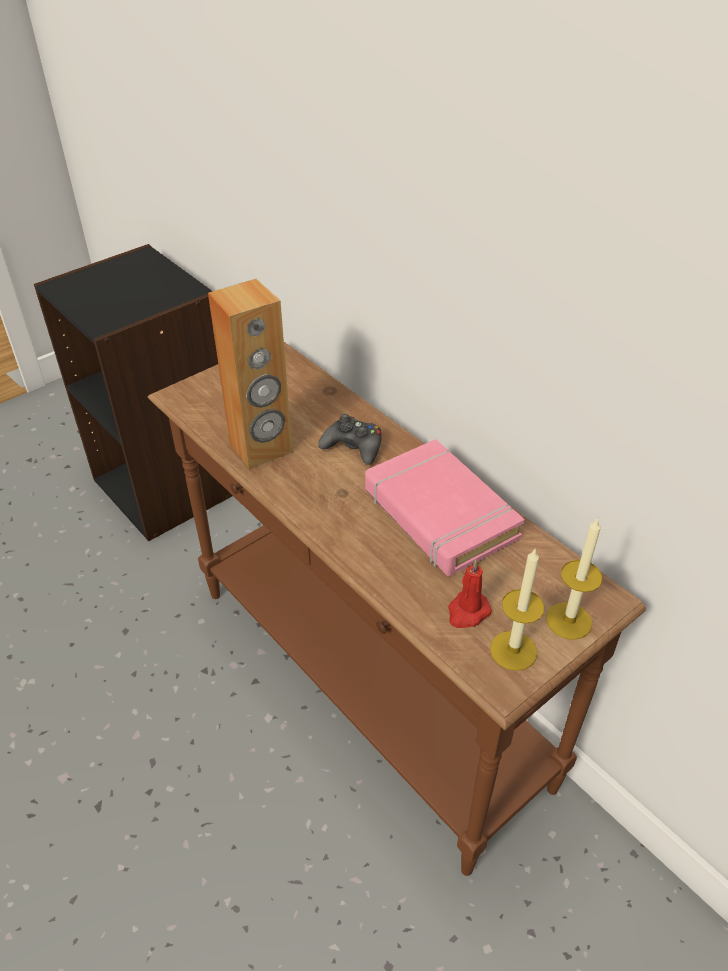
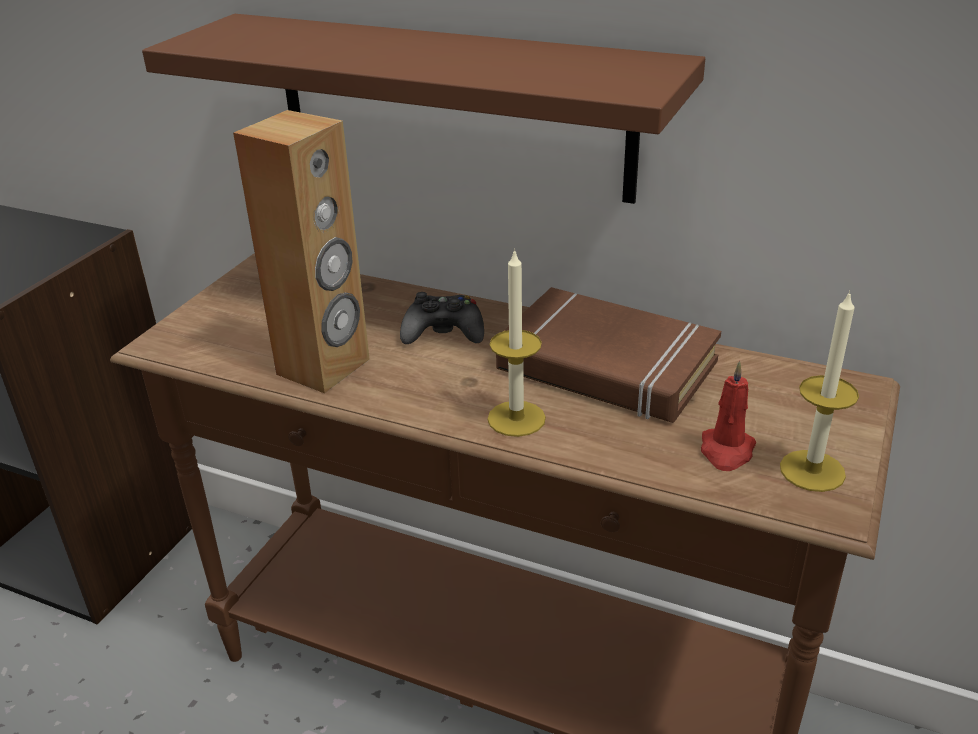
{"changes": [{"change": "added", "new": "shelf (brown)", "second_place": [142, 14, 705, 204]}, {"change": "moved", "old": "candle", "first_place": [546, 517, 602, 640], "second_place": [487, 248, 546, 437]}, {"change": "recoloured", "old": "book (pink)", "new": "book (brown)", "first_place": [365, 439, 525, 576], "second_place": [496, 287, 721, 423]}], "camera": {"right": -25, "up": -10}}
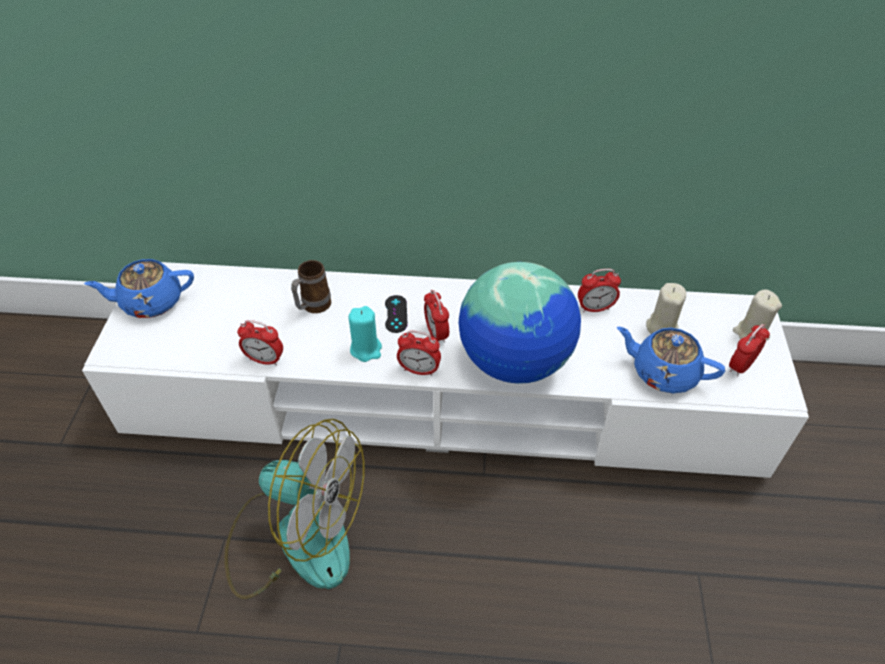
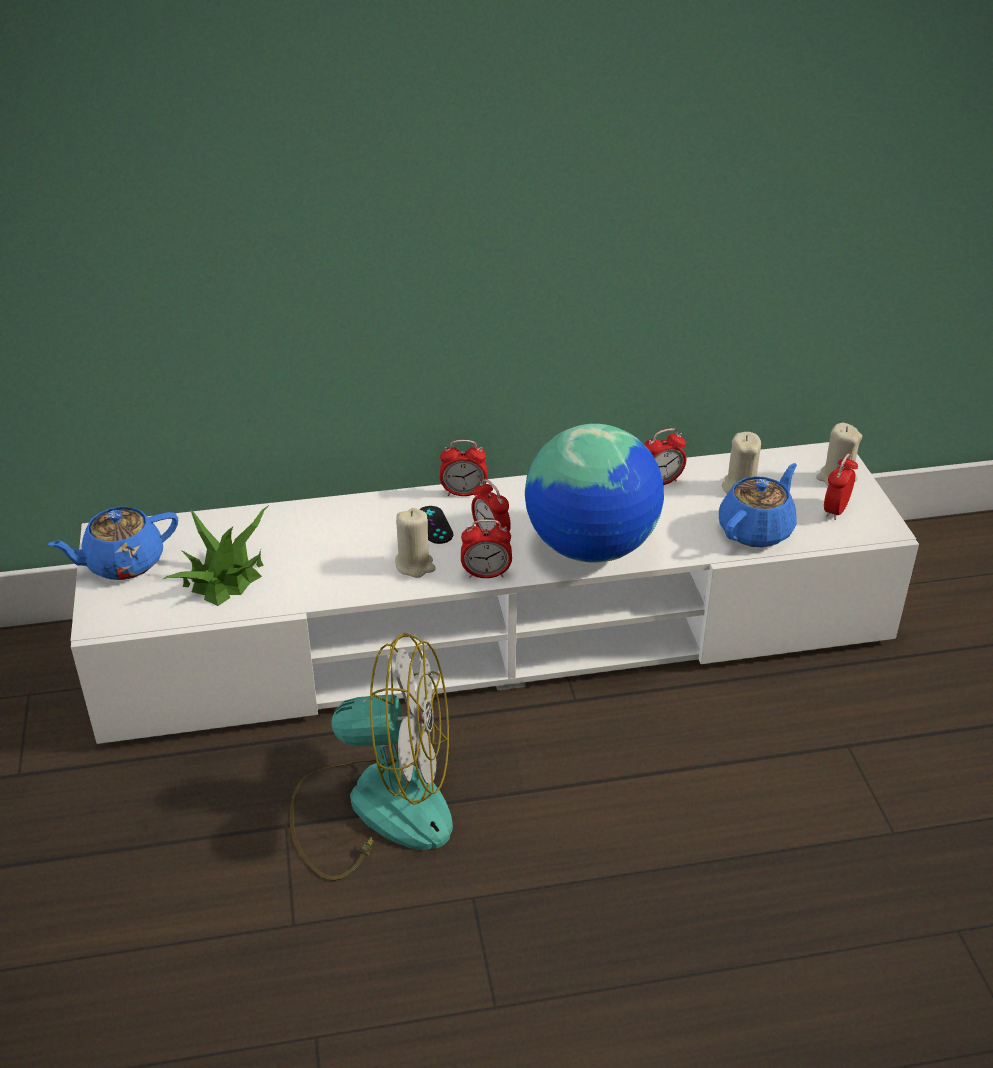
{"changes": [{"change": "added", "new": "potted plant", "second_place": [162, 505, 269, 606]}, {"change": "recoloured", "old": "candle (turquoise)", "new": "candle (beige)", "first_place": [349, 306, 382, 362], "second_place": [395, 508, 436, 578]}, {"change": "moved", "old": "alarm clock", "first_place": [237, 320, 283, 366], "second_place": [440, 440, 487, 496]}, {"change": "turned", "old": "teapot (blue)", "first_place": [617, 327, 725, 393], "second_place": [719, 463, 797, 547], "degrees": 120}, {"change": "removed", "old": "mug", "first_place": [291, 260, 331, 313]}], "camera": {"right": -15, "up": -10}}
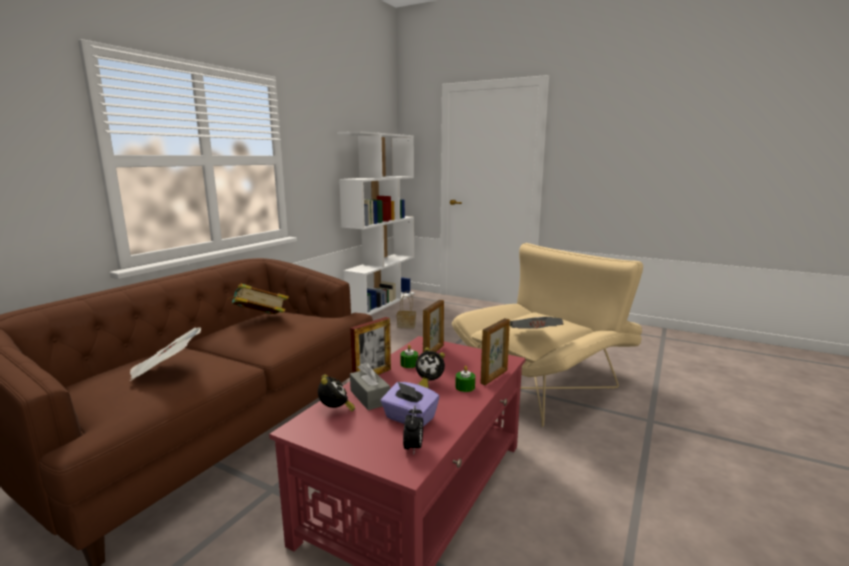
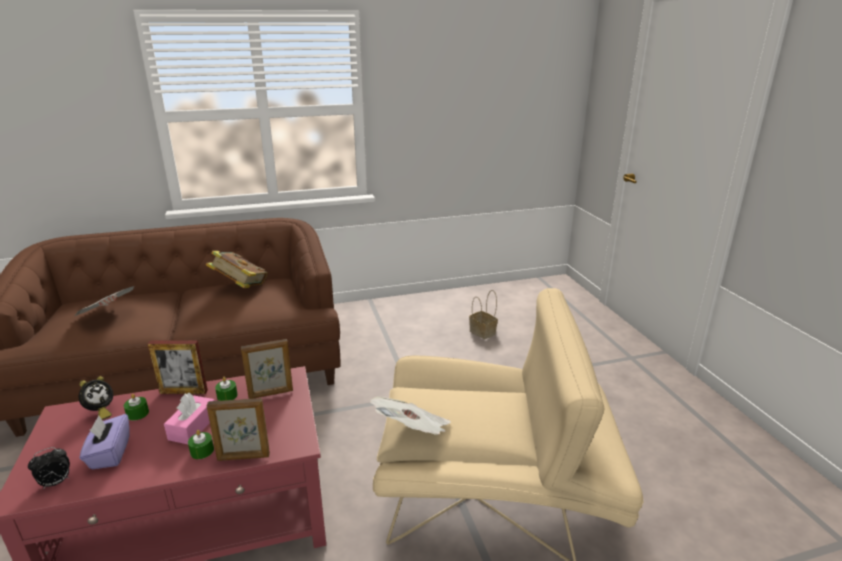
{"changes": [{"change": "replaced", "old": "tissue box (grey)", "new": "candle (green)", "first_place": [350, 362, 390, 410], "second_place": [124, 394, 149, 421]}, {"change": "replaced", "old": "alarm clock", "new": "tissue box (pink)", "first_place": [416, 347, 445, 389], "second_place": [164, 393, 214, 444]}, {"change": "removed", "old": "bookcase (white)", "first_place": [337, 131, 415, 315]}], "camera": {"right": 45, "up": 10}}
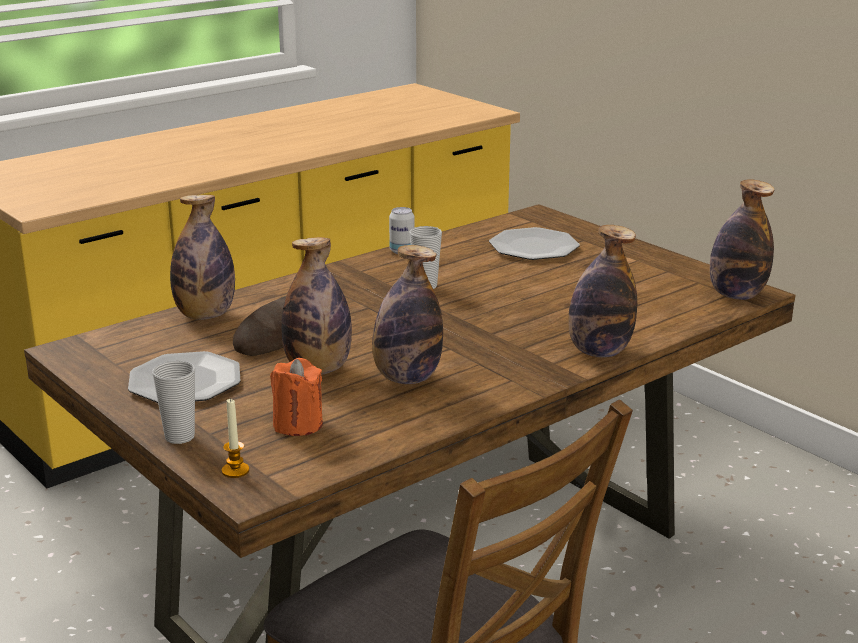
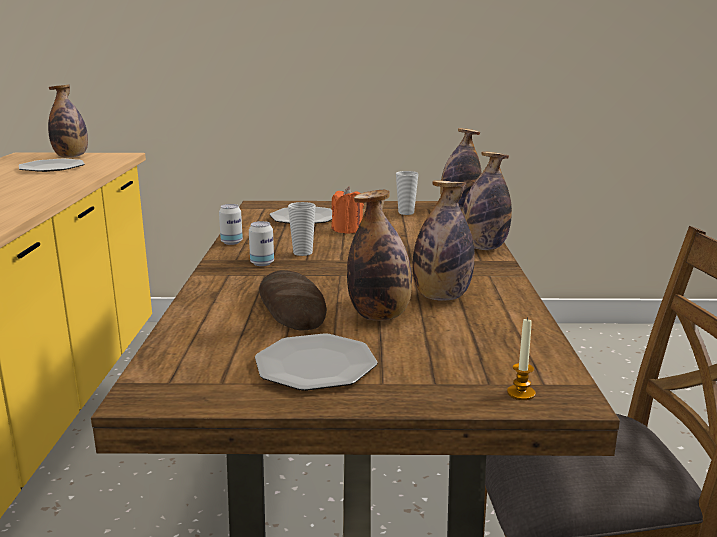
{"changes": [{"change": "added", "new": "plate", "second_place": [19, 159, 85, 172]}, {"change": "moved", "old": "bottle", "first_place": [170, 195, 235, 320], "second_place": [48, 84, 88, 157]}, {"change": "added", "new": "can", "second_place": [249, 221, 274, 266]}, {"change": "moved", "old": "candle (orange)", "first_place": [270, 358, 323, 436], "second_place": [331, 187, 364, 234]}, {"change": "moved", "old": "cup", "first_place": [152, 361, 195, 444], "second_place": [396, 171, 419, 215]}], "camera": {"right": -50, "up": -5}}
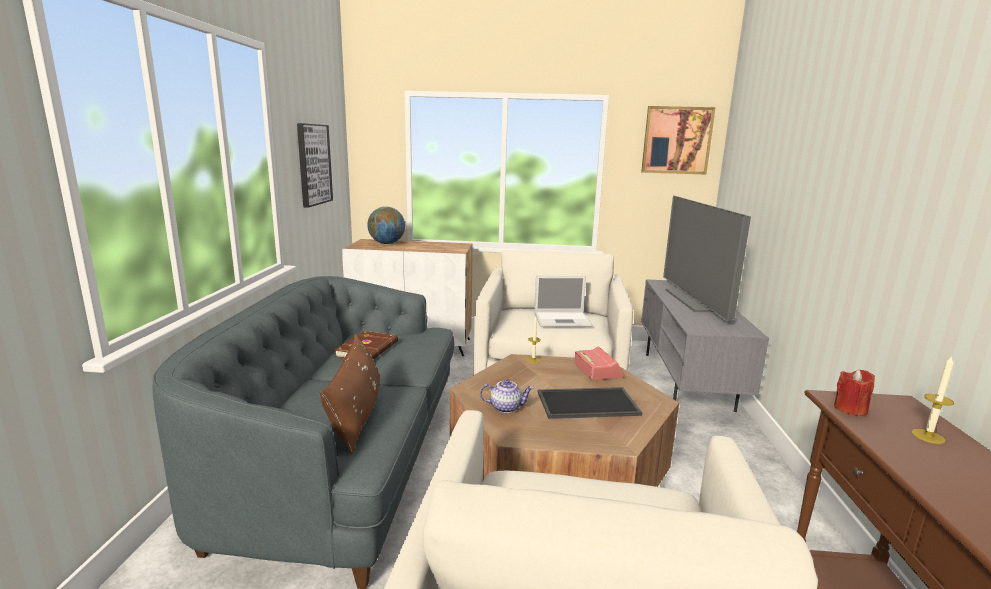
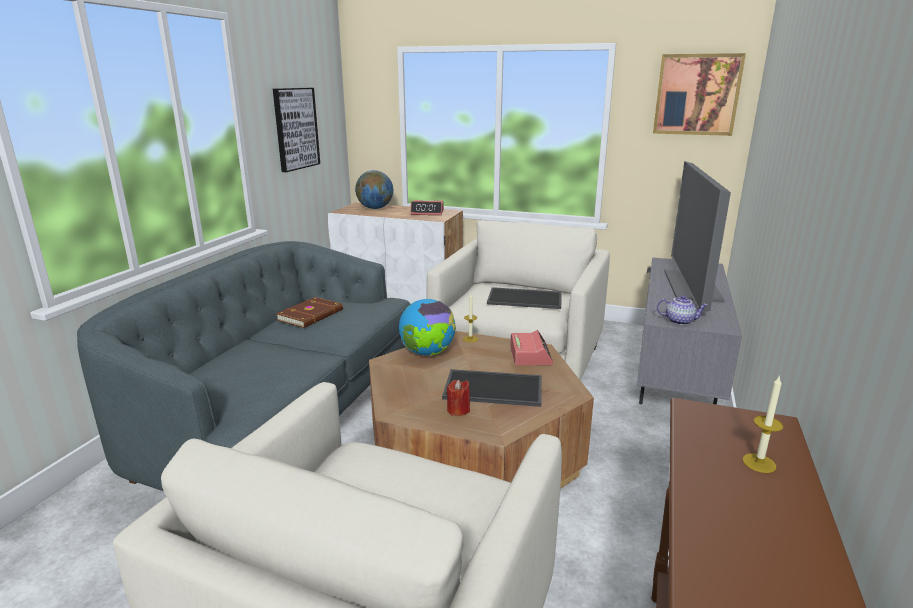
{"changes": [{"change": "added", "new": "globe", "second_place": [399, 299, 456, 356]}, {"change": "added", "new": "alarm clock", "second_place": [410, 200, 444, 215]}, {"change": "moved", "old": "candle (red)", "first_place": [834, 369, 875, 416], "second_place": [447, 380, 470, 416]}, {"change": "replaced", "old": "laptop", "new": "tray", "first_place": [534, 275, 593, 327], "second_place": [487, 287, 562, 309]}, {"change": "moved", "old": "teapot", "first_place": [480, 379, 534, 413], "second_place": [657, 295, 708, 325]}, {"change": "removed", "old": "pillow (brown)", "first_place": [320, 334, 379, 455]}], "camera": {"right": 15, "up": 5}}
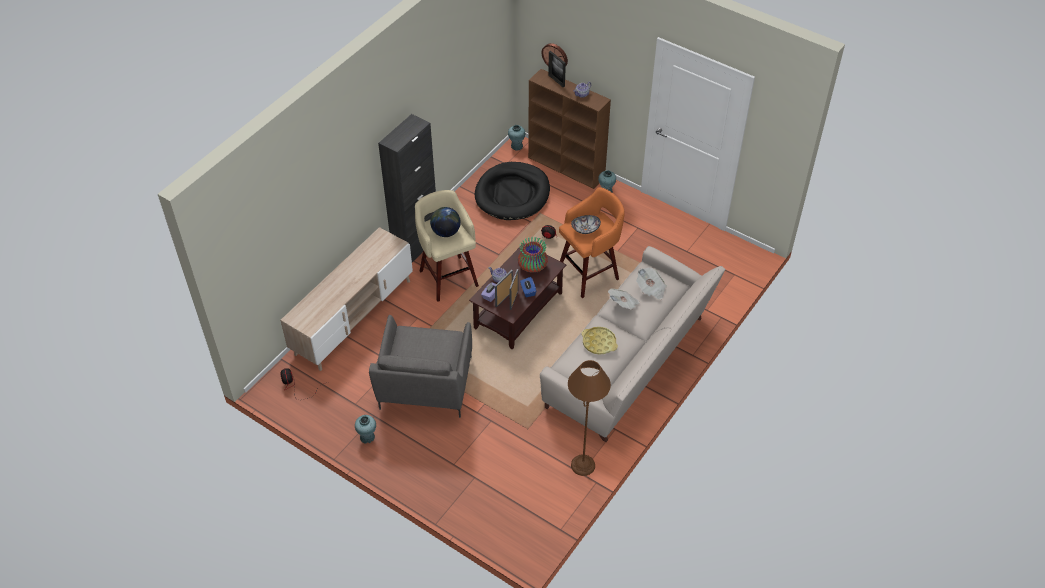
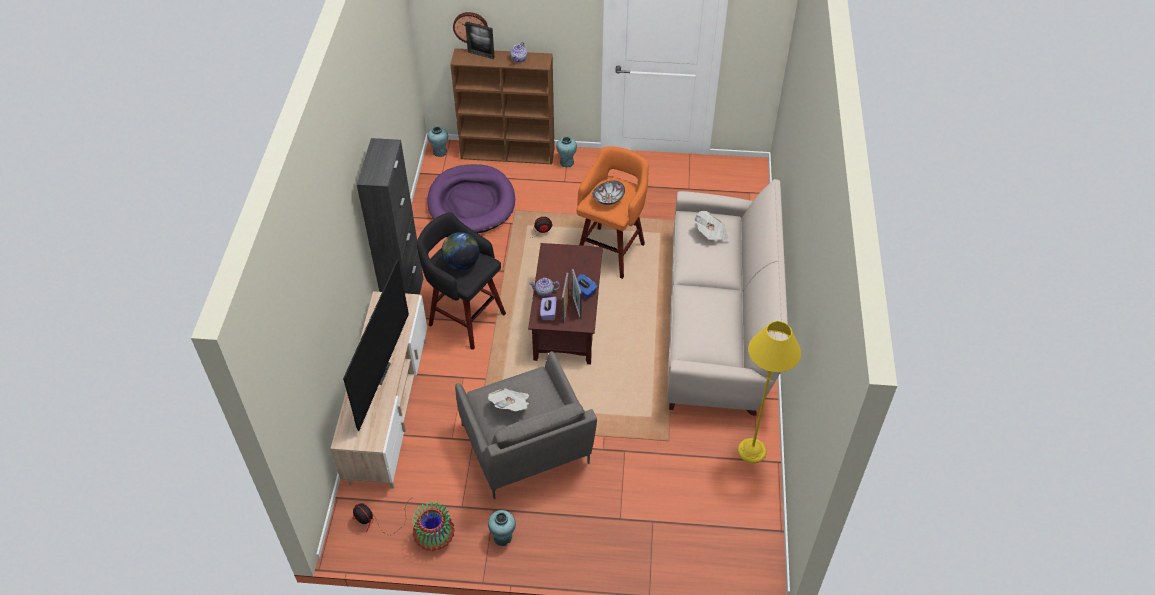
{"changes": [{"change": "added", "new": "television", "second_place": [343, 259, 409, 431]}, {"change": "moved", "old": "vase", "first_place": [517, 237, 548, 273], "second_place": [412, 502, 455, 551]}, {"change": "recoloured", "old": "stool (beige)", "new": "stool (black)", "first_place": [415, 190, 479, 302], "second_place": [417, 212, 506, 350]}, {"change": "recoloured", "old": "dog bed (black)", "new": "dog bed (purple)", "first_place": [475, 162, 550, 220], "second_place": [427, 164, 515, 233]}, {"change": "moved", "old": "newspaper", "first_place": [608, 288, 640, 310], "second_place": [488, 388, 529, 411]}, {"change": "recoloured", "old": "floor lamp (brown)", "new": "floor lamp (yellow)", "first_place": [568, 360, 611, 476], "second_place": [738, 321, 801, 463]}, {"change": "removed", "old": "tray (yellow)", "first_place": [581, 327, 618, 355]}], "camera": {"right": -30, "up": 0}}
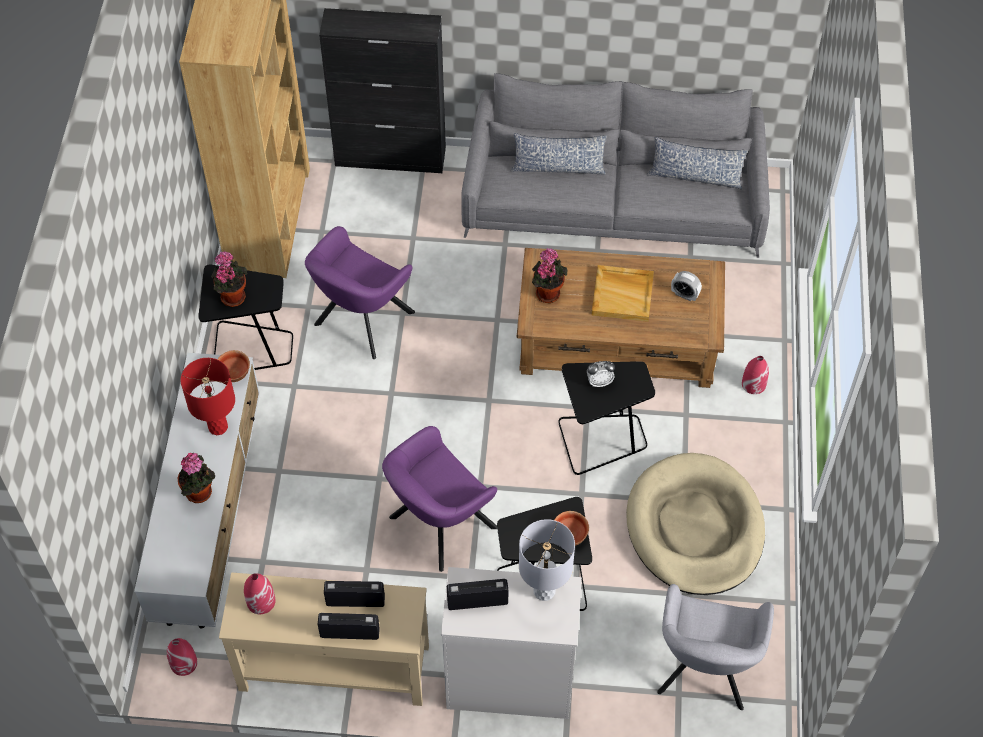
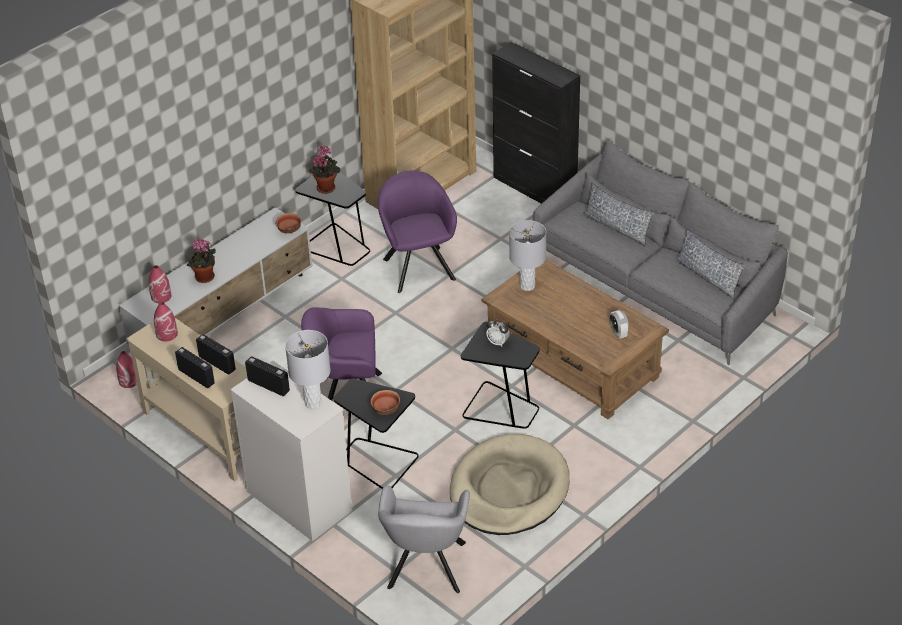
{"changes": [{"change": "moved", "old": "vase (red)", "first_place": [742, 356, 769, 394], "second_place": [149, 265, 172, 303]}, {"change": "turned", "old": "armchair (purple)", "first_place": [305, 226, 415, 359], "second_place": [378, 171, 457, 293], "degrees": 90}, {"change": "turned", "old": "armchair (grey)", "first_place": [657, 584, 774, 710], "second_place": [378, 485, 470, 593], "degrees": -45}, {"change": "replaced", "old": "potted plant", "new": "table lamp (grey)", "first_place": [532, 248, 568, 303], "second_place": [509, 220, 546, 291]}, {"change": "removed", "old": "table lamp (red)", "first_place": [180, 358, 235, 435]}, {"change": "removed", "old": "tray (beige)", "first_place": [592, 265, 654, 322]}], "camera": {"right": 40, "up": -15}}
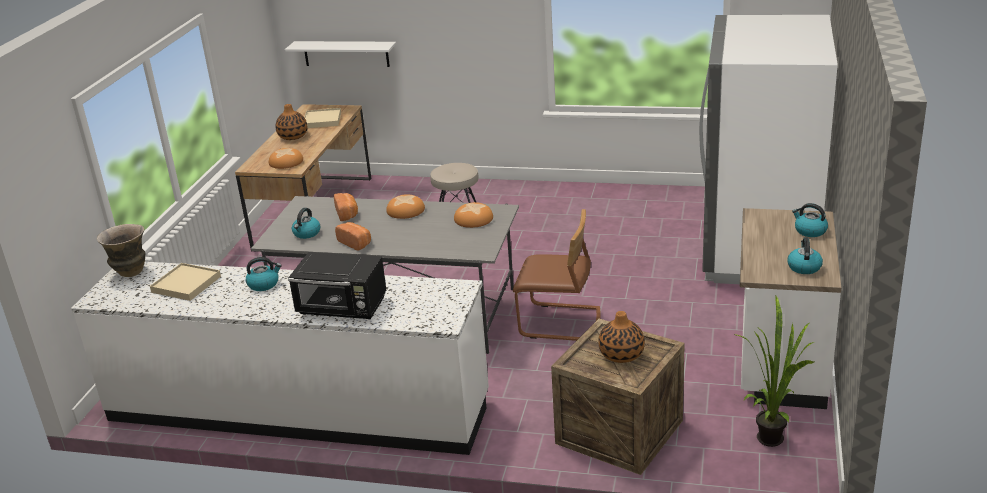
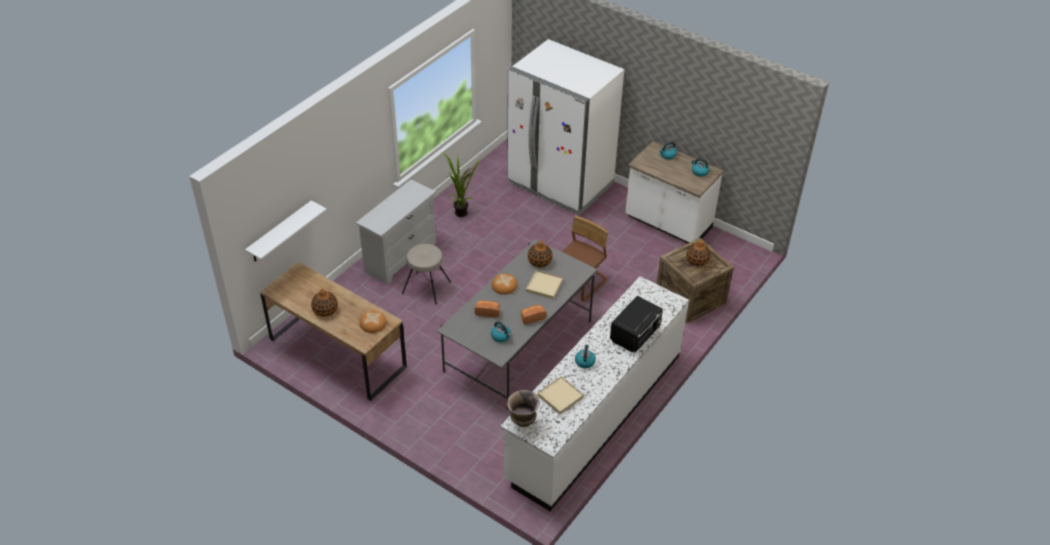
{"changes": [{"change": "added", "new": "dresser (white)", "second_place": [356, 179, 436, 285]}, {"change": "moved", "old": "potted plant", "first_place": [733, 296, 814, 447], "second_place": [441, 152, 481, 217]}, {"change": "moved", "old": "tray (beige)", "first_place": [304, 108, 341, 128], "second_place": [526, 270, 563, 299]}, {"change": "replaced", "old": "bread", "new": "vase", "first_place": [454, 202, 493, 228], "second_place": [528, 240, 553, 267]}], "camera": {"right": -70, "up": 15}}
